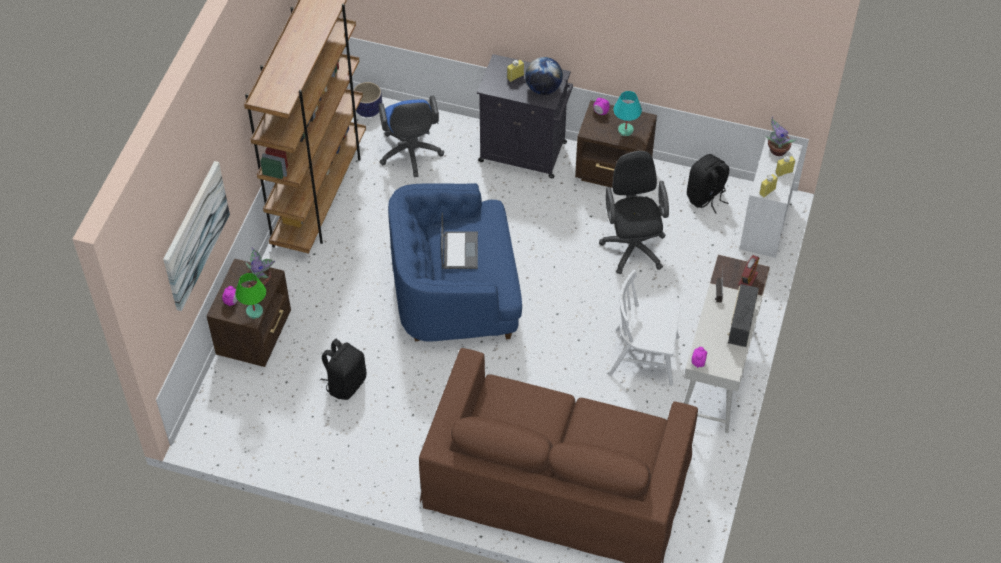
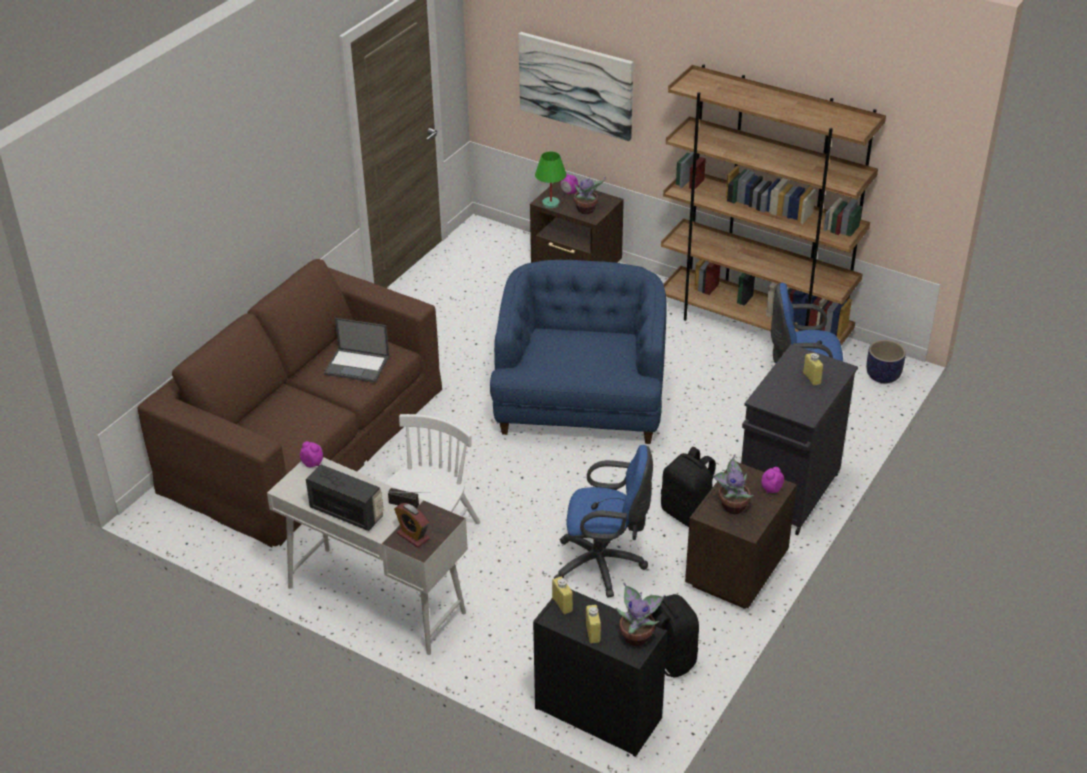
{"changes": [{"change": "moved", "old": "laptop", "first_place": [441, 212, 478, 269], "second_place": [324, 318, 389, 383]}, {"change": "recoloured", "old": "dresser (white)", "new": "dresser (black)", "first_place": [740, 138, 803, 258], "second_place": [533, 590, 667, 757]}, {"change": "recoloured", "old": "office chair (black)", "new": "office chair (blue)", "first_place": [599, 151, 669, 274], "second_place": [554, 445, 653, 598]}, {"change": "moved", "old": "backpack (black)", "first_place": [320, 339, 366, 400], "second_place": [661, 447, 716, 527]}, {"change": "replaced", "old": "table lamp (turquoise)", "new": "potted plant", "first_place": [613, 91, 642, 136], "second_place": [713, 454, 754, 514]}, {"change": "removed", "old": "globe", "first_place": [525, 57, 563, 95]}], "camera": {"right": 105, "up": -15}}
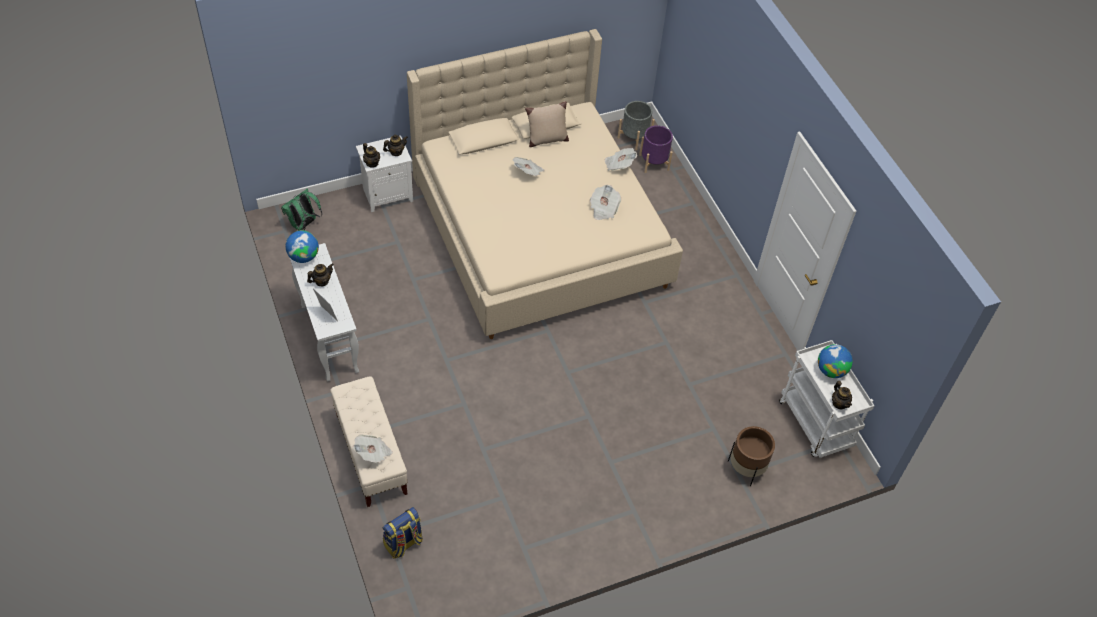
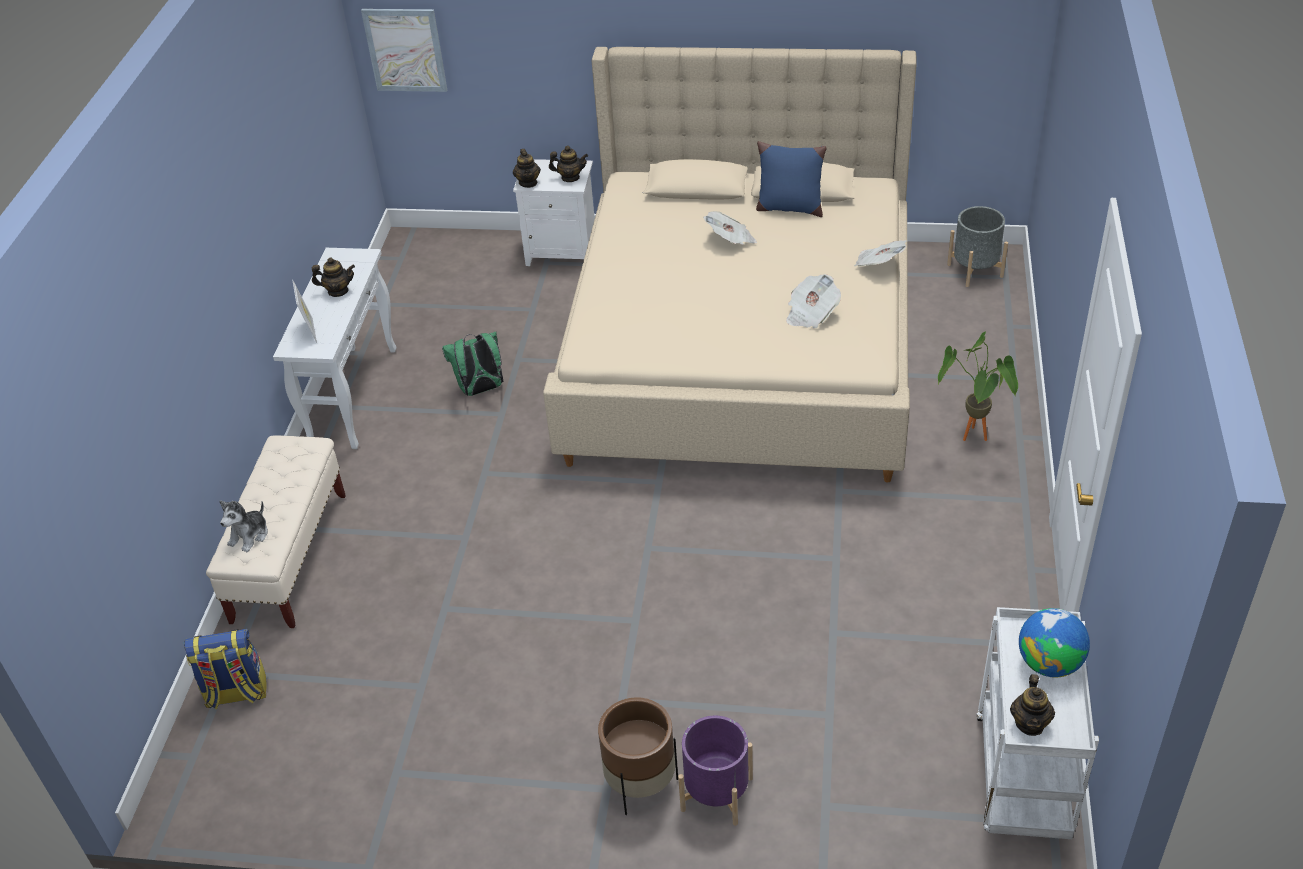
{"changes": [{"change": "replaced", "old": "newspaper", "new": "plush toy", "first_place": [353, 434, 393, 463], "second_place": [219, 500, 268, 552]}, {"change": "added", "new": "picture", "second_place": [361, 9, 447, 92]}, {"change": "moved", "old": "backpack (green)", "first_place": [281, 189, 322, 231], "second_place": [442, 332, 503, 396]}, {"change": "moved", "old": "planter (brown)", "first_place": [728, 426, 775, 486], "second_place": [598, 697, 678, 815]}, {"change": "moved", "old": "planter (purple)", "first_place": [639, 125, 673, 173], "second_place": [678, 716, 753, 826]}, {"change": "recoloured", "old": "pillow (beige)", "new": "pillow (blue)", "first_place": [525, 101, 569, 147], "second_place": [756, 141, 826, 217]}, {"change": "added", "new": "potted plant", "second_place": [938, 331, 1018, 441]}, {"change": "removed", "old": "globe", "first_place": [285, 230, 319, 263]}], "camera": {"right": 35, "up": -10}}
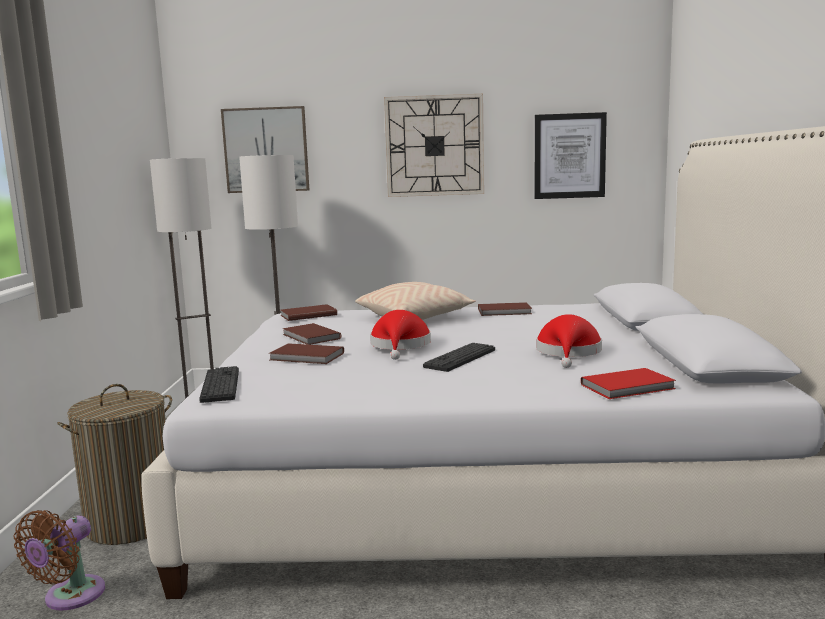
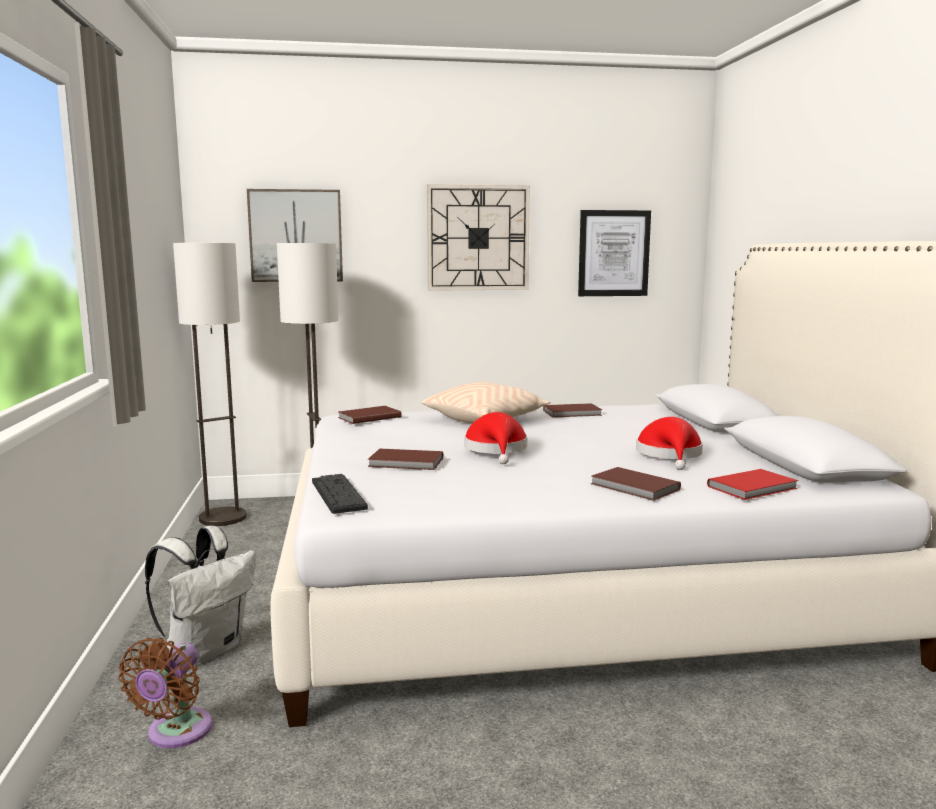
{"changes": [{"change": "replaced", "old": "laundry basket", "new": "backpack (white)", "first_place": [57, 384, 172, 545], "second_place": [145, 526, 256, 665]}, {"change": "moved", "old": "book (brown)", "first_place": [282, 323, 341, 345], "second_place": [591, 467, 681, 501]}, {"change": "removed", "old": "keyboard", "first_place": [423, 343, 495, 372]}], "camera": {"right": -10, "up": 0}}
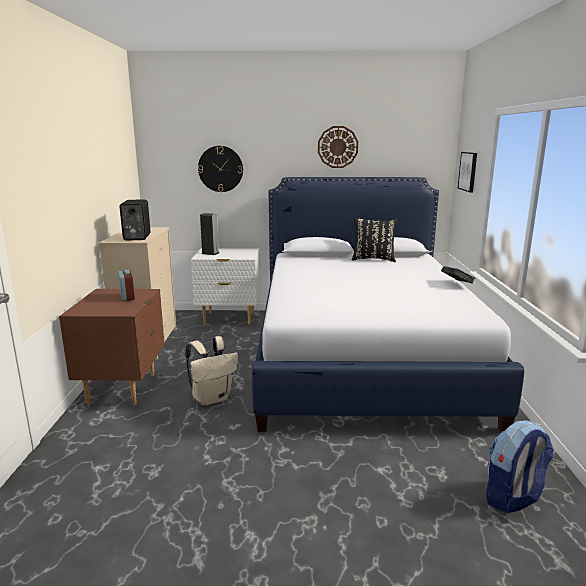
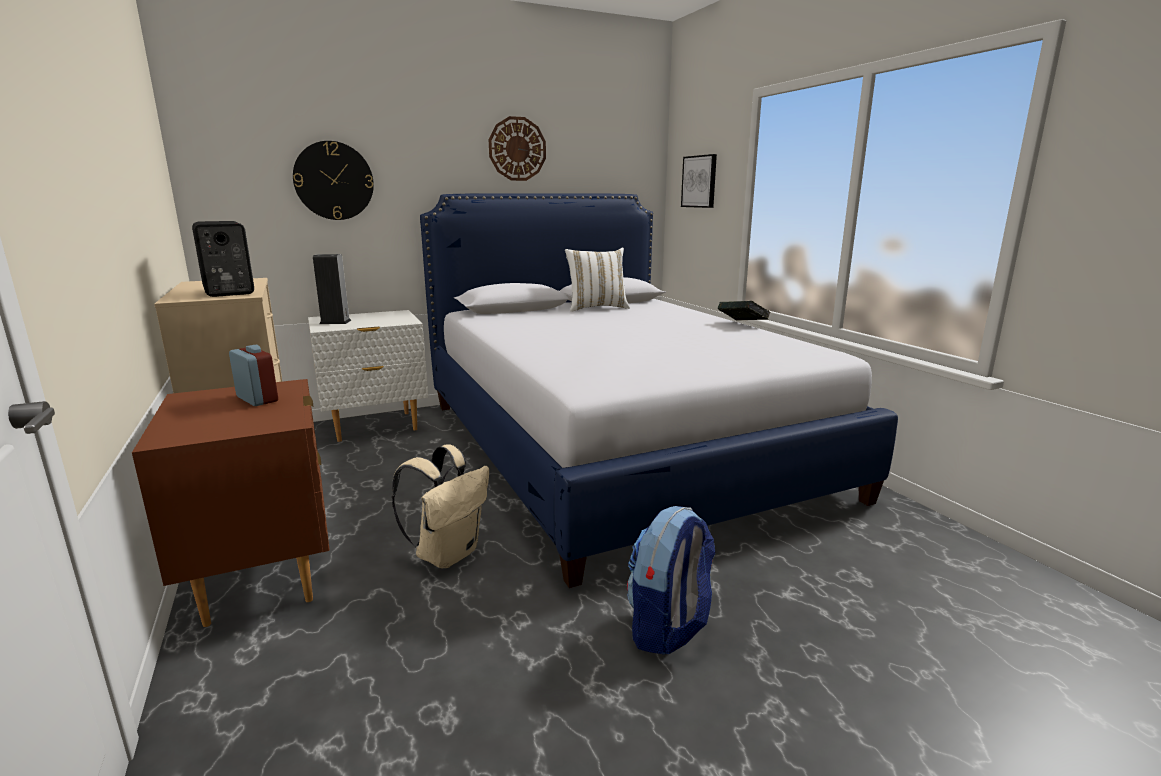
{"changes": [{"change": "recoloured", "old": "pillow (black)", "new": "pillow (white)", "first_place": [352, 218, 397, 262], "second_place": [565, 248, 630, 312]}, {"change": "moved", "old": "backpack", "first_place": [486, 420, 553, 513], "second_place": [627, 506, 716, 655]}], "camera": {"right": -25, "up": 0}}
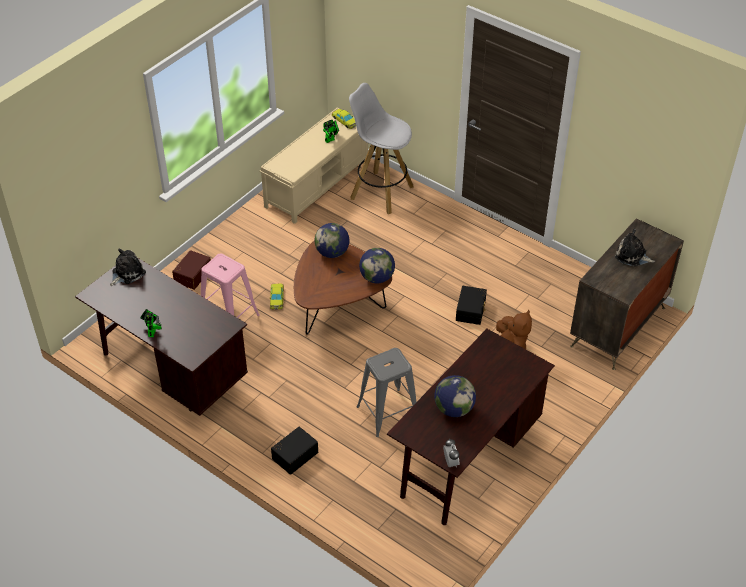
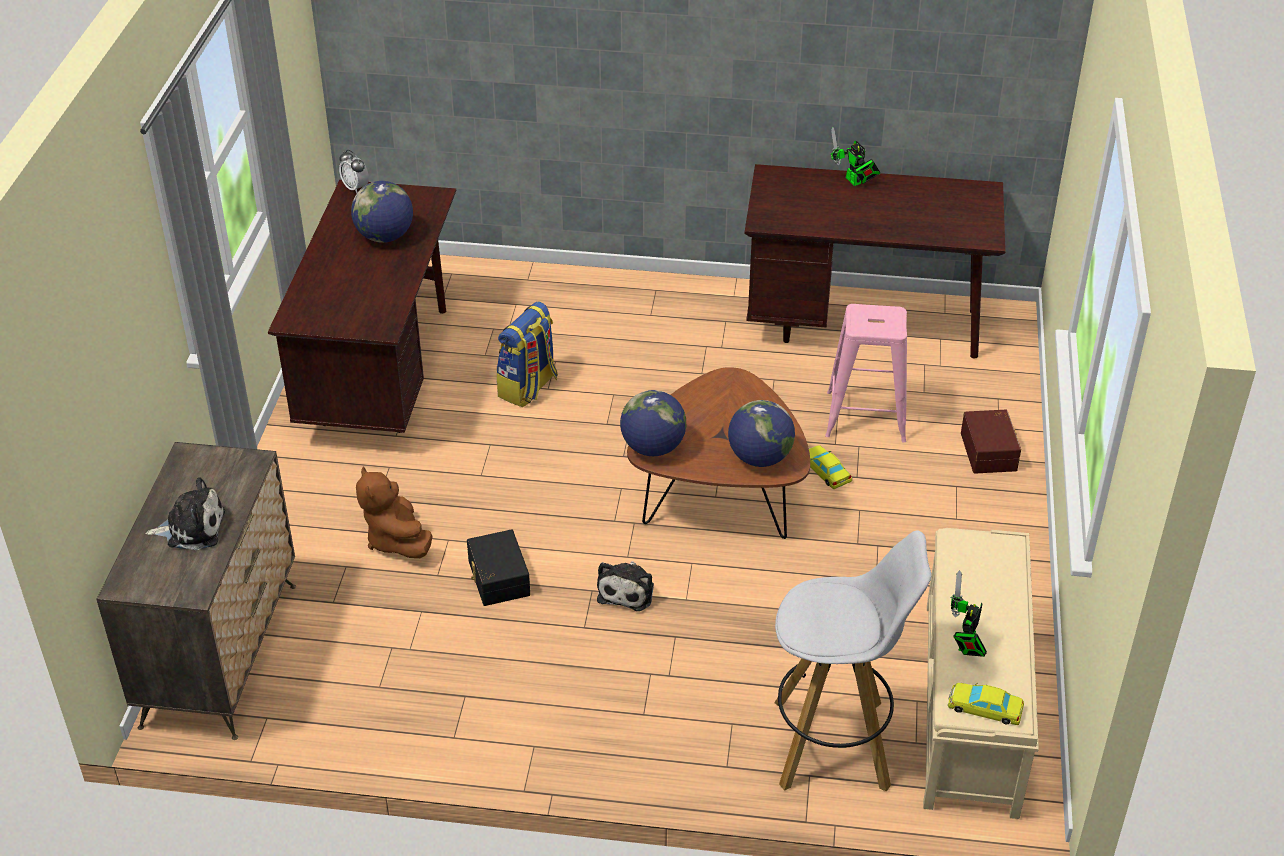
{"changes": [{"change": "replaced", "old": "stool (grey)", "new": "backpack", "first_place": [357, 348, 417, 437], "second_place": [497, 302, 558, 408]}, {"change": "moved", "old": "plush toy", "first_place": [110, 248, 146, 286], "second_place": [597, 561, 654, 611]}, {"change": "removed", "old": "storage box (black)", "first_place": [271, 427, 318, 475]}], "camera": {"right": 150, "up": -5}}
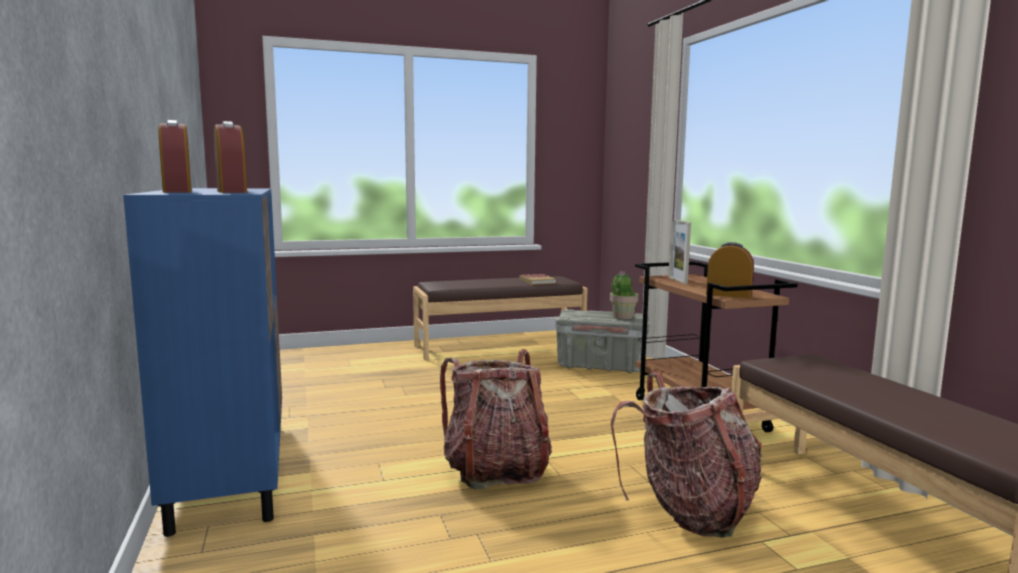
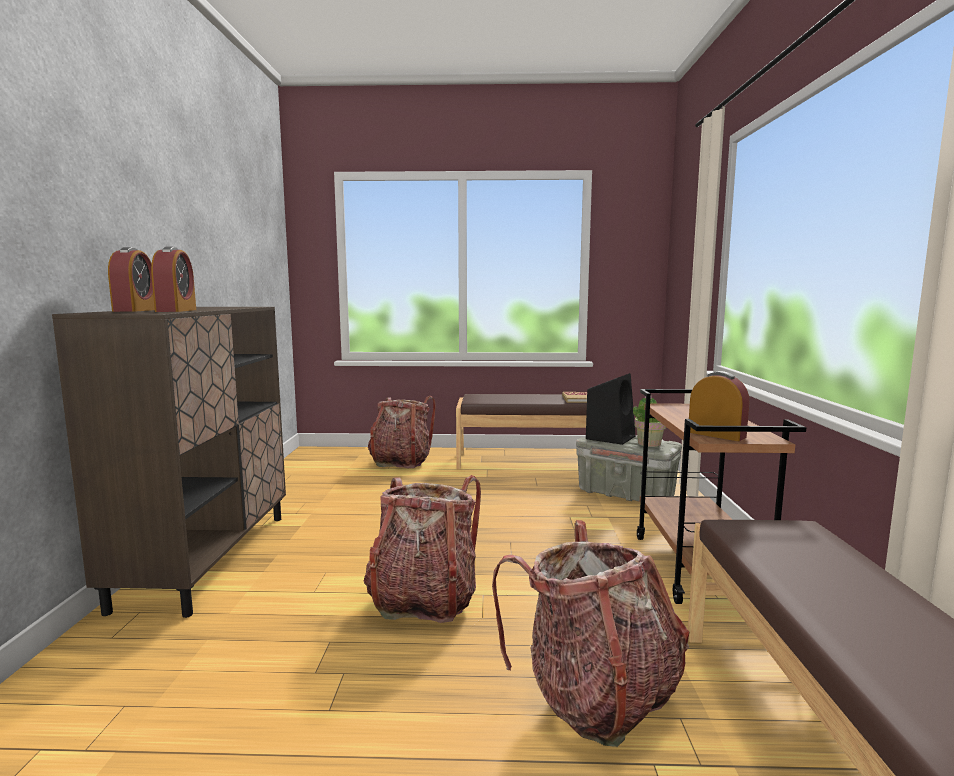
{"changes": [{"change": "recoloured", "old": "cabinet (blue)", "new": "cabinet (brown)", "first_place": [123, 188, 282, 537], "second_place": [52, 307, 286, 618]}, {"change": "added", "new": "backpack", "second_place": [368, 396, 436, 468]}, {"change": "added", "new": "speaker (black)", "second_place": [586, 373, 635, 445]}, {"change": "removed", "old": "picture frame", "first_place": [668, 219, 691, 284]}], "camera": {"right": 20, "up": 0}}
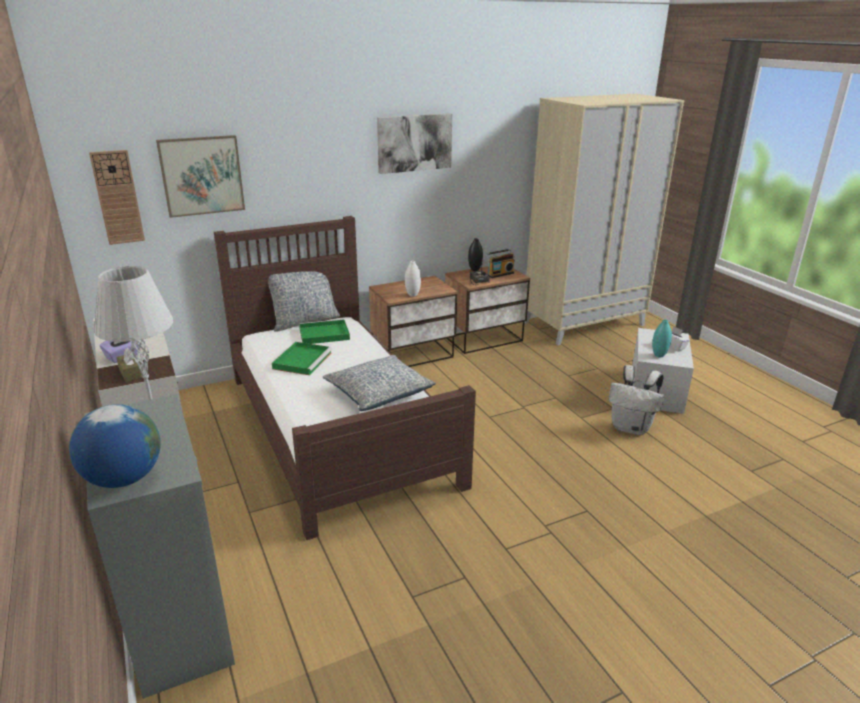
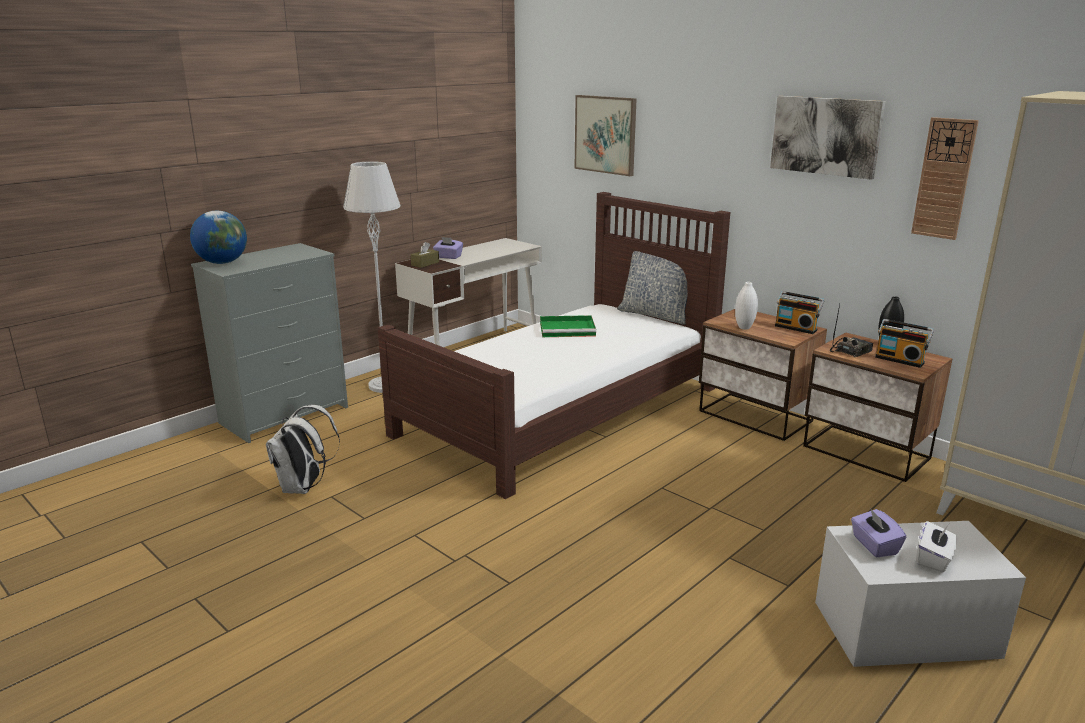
{"changes": [{"change": "moved", "old": "backpack (white)", "first_place": [609, 365, 664, 435], "second_place": [266, 405, 340, 494]}, {"change": "added", "new": "radio", "second_place": [775, 291, 824, 334]}, {"change": "replaced", "old": "vase (turquoise)", "new": "tissue box (purple)", "first_place": [652, 320, 672, 358], "second_place": [851, 508, 906, 557]}, {"change": "moved", "old": "wall clock", "first_place": [89, 150, 145, 245], "second_place": [911, 117, 979, 240]}, {"change": "removed", "old": "tray (green)", "first_place": [299, 319, 350, 344]}, {"change": "removed", "old": "pillow", "first_place": [323, 355, 436, 411]}], "camera": {"right": 70, "up": -5}}
